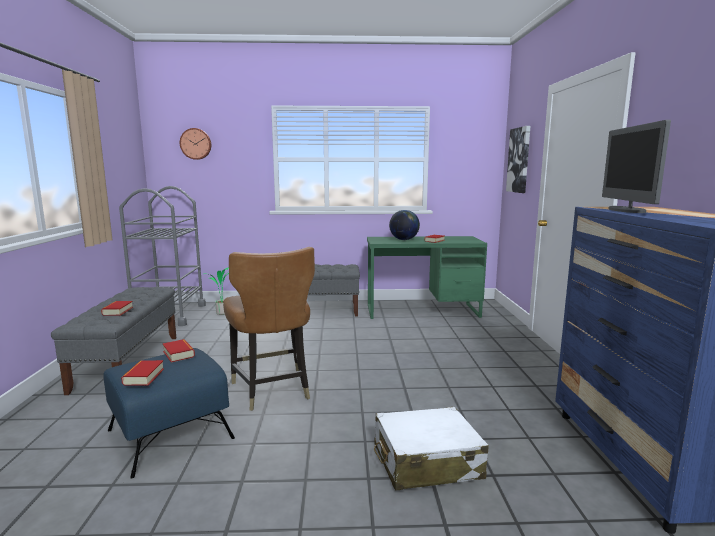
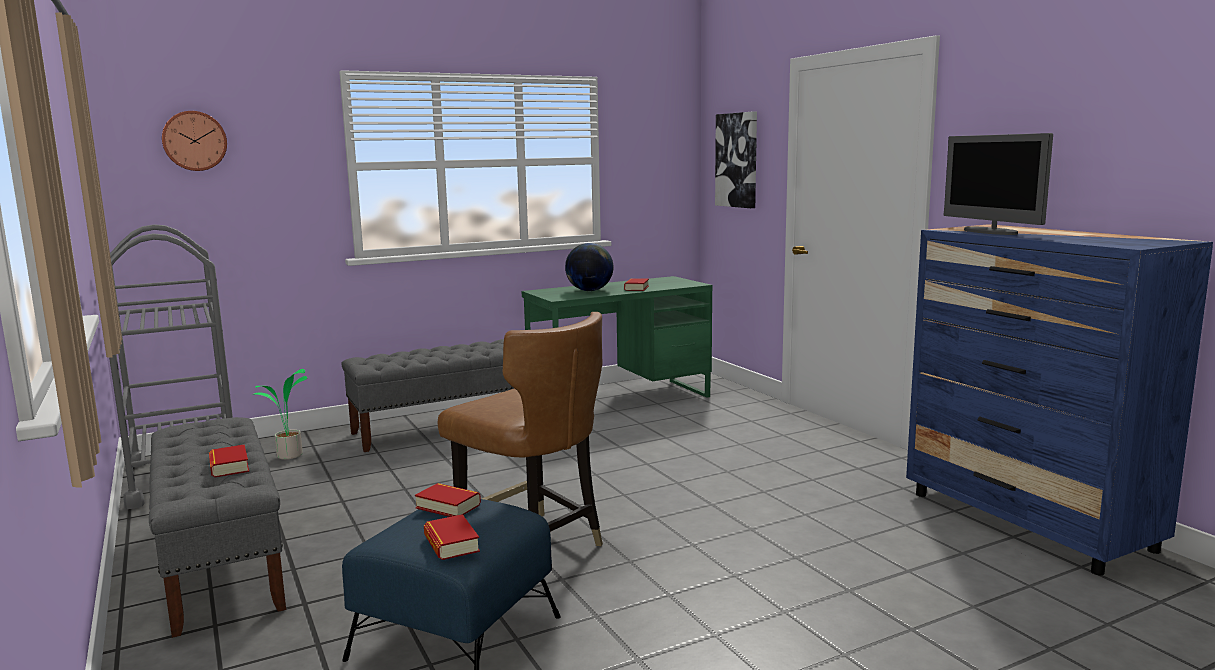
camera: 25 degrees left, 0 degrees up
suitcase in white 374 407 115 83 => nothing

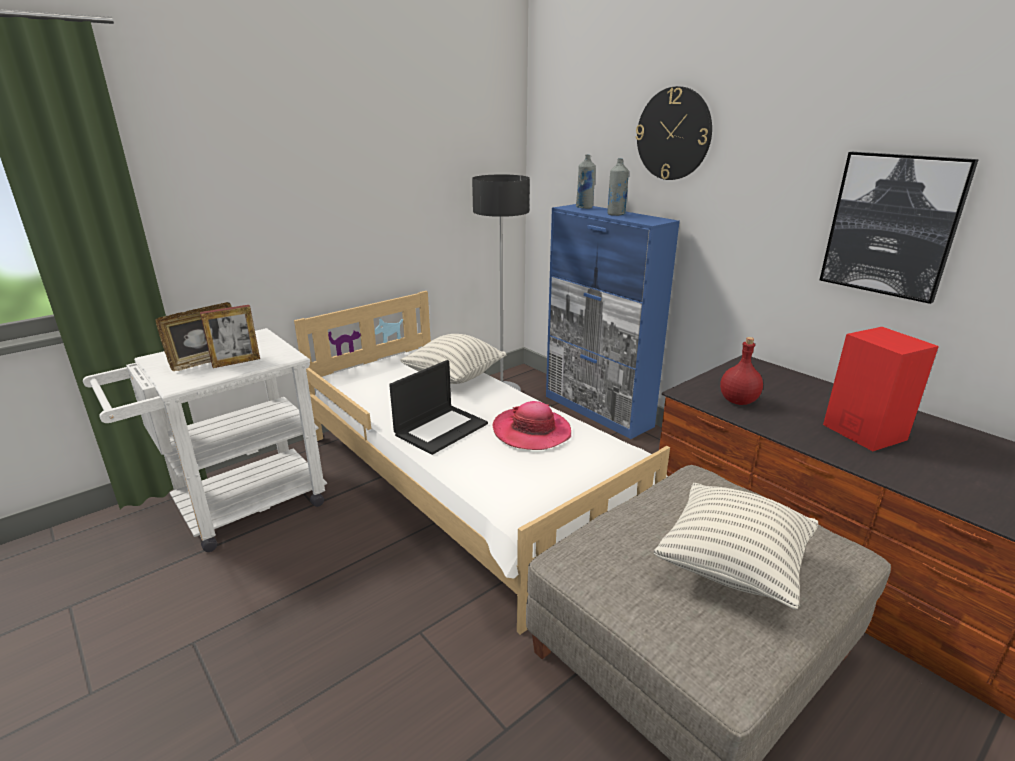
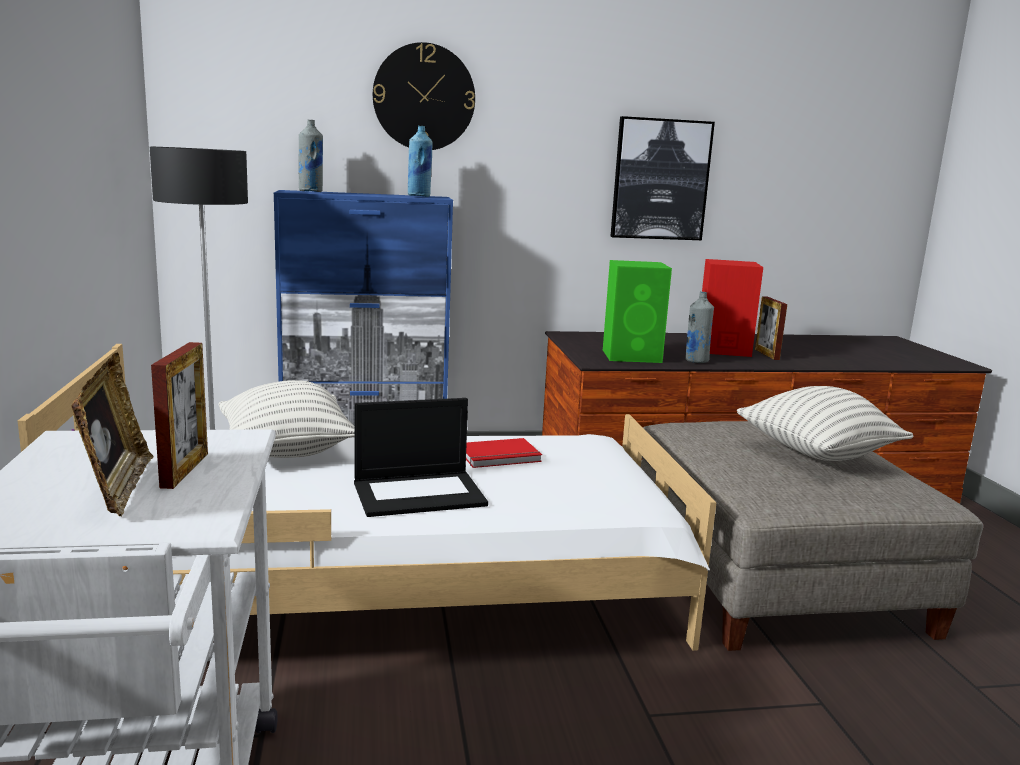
camera: 60 degrees left, 10 degrees down
nothing => bottle in blue 408 126 25 71
nothing => picture frame 755 296 32 64
bottle in grey 607 158 22 58 => bottle in grey 685 292 29 71, moved
hat 493 401 78 49 => book in red 466 438 76 30
bottle in red 720 337 43 68 => speaker in green 603 260 69 103
laptop 389 360 99 95 => laptop 354 398 134 119, 90 degrees clockwise

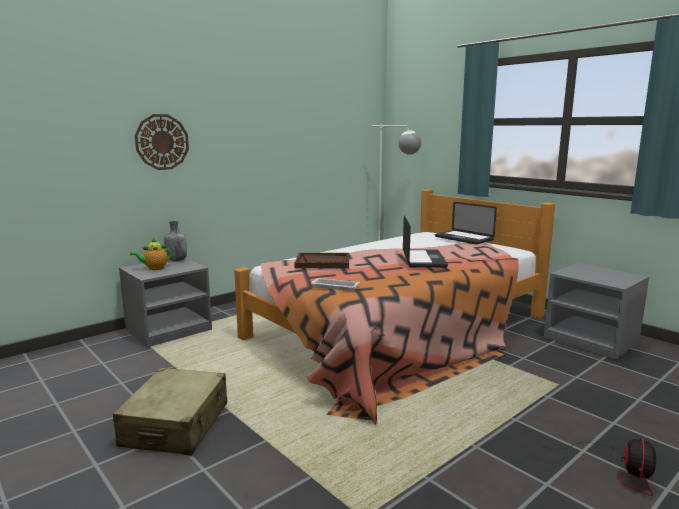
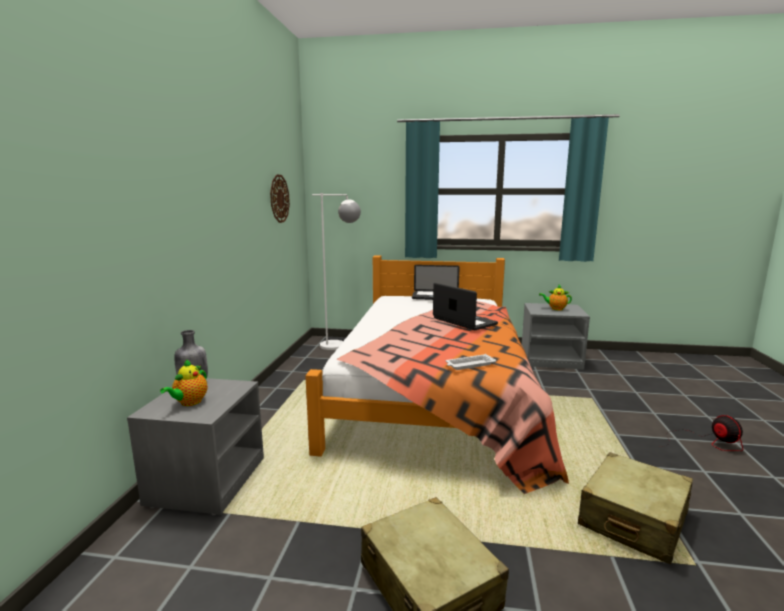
camera: 40 degrees left, 0 degrees up
tray in brown 295 253 54 15 => nothing
nothing => teapot 539 285 33 26
nothing => suitcase in beige 578 452 115 112
wall clock 135 114 54 56 => wall clock 270 174 20 49, moved

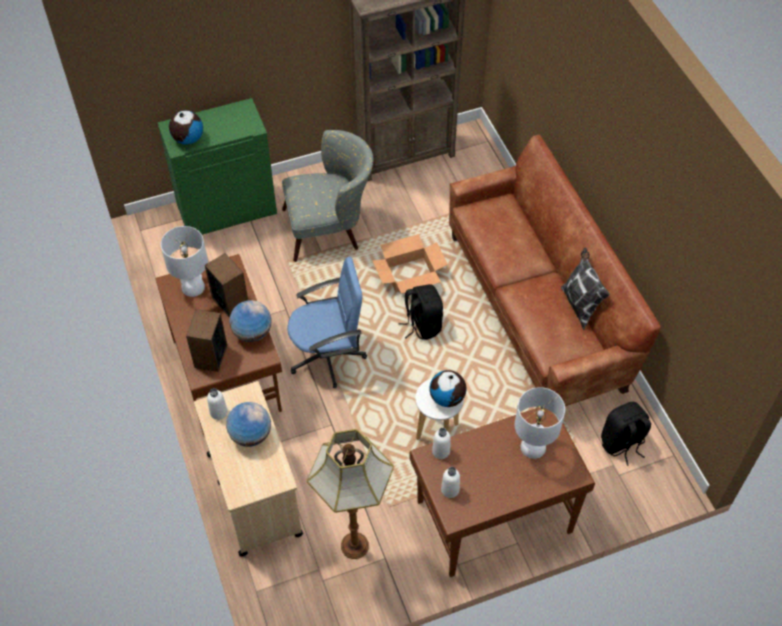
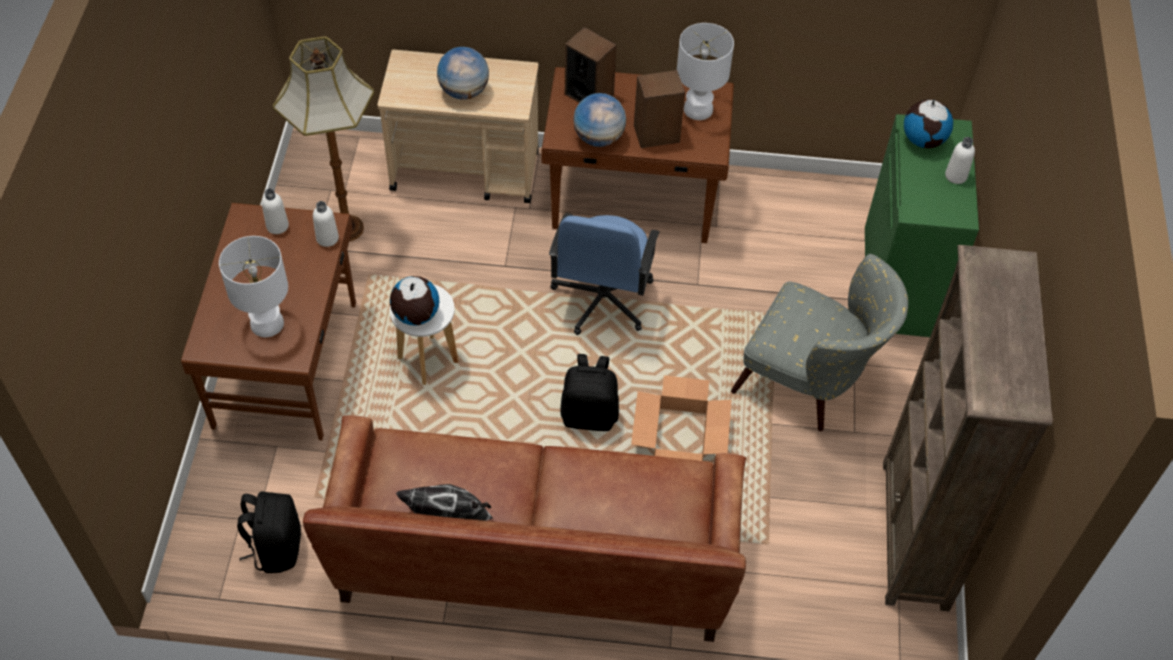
camera: 115 degrees right, 0 degrees up
bottle in white 207 388 21 32 => bottle in white 945 137 30 47, moved
armchair in grey 282 130 92 132 => armchair in grey 731 254 177 177, 75 degrees counterclockwise

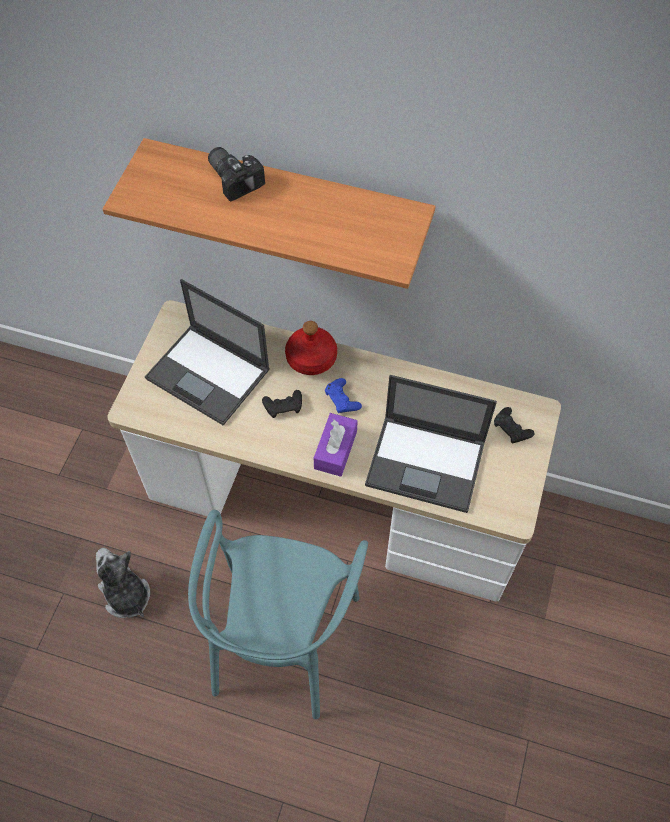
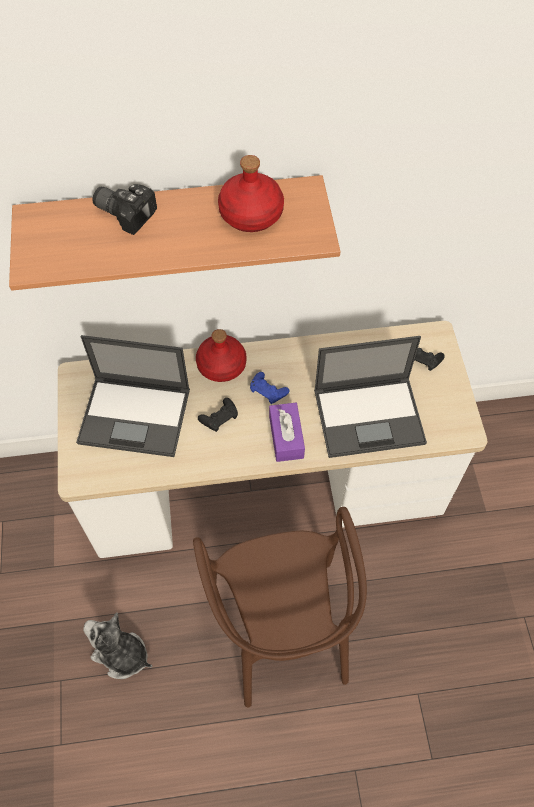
camera: 25 degrees left, 0 degrees up
nothing => bottle in red 218 155 66 77
chair in turquoise 188 510 180 209 => chair in brown 193 507 174 201

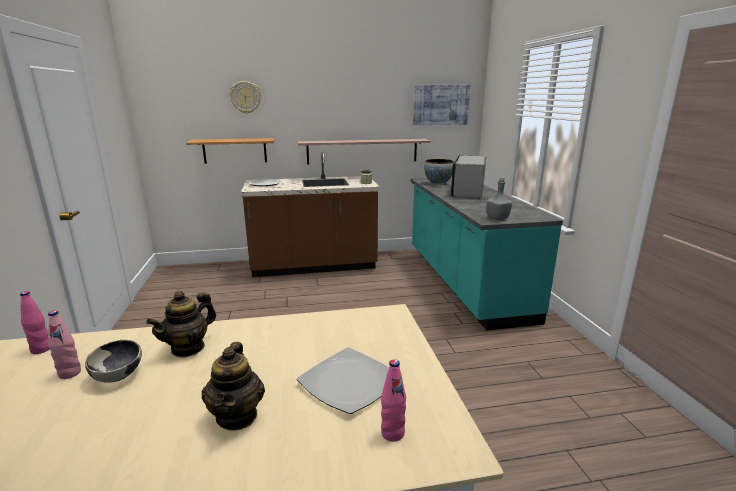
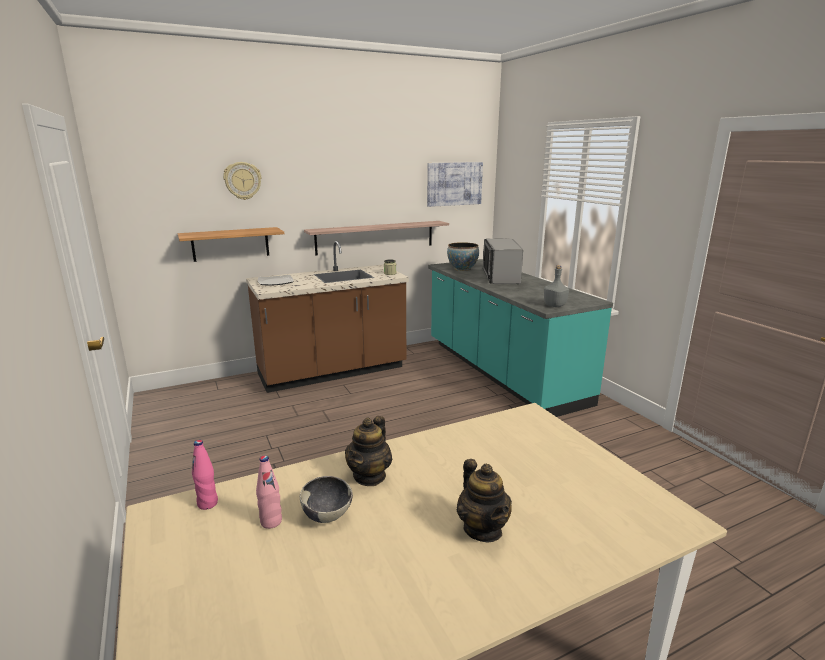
camera: 15 degrees left, 0 degrees up
plate 297 347 92 67 => nothing
bottle in pink 381 359 25 83 => nothing

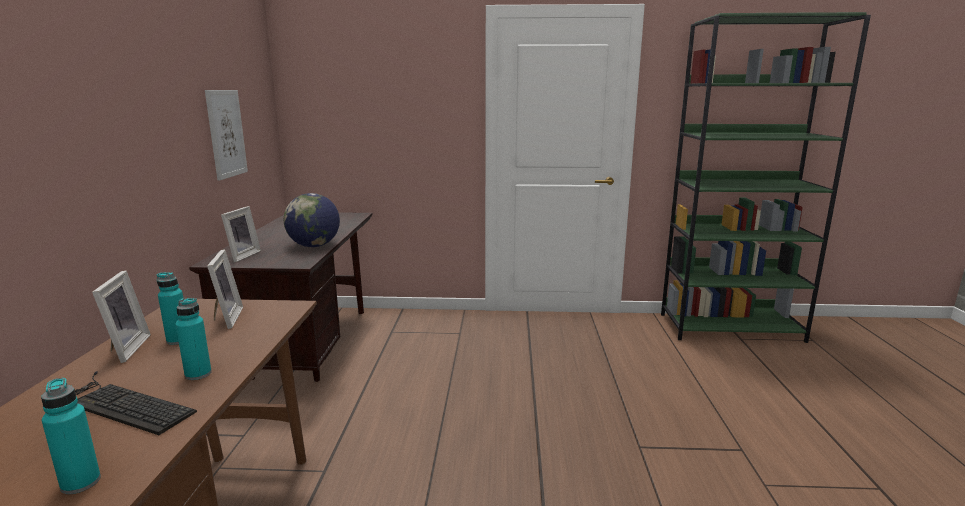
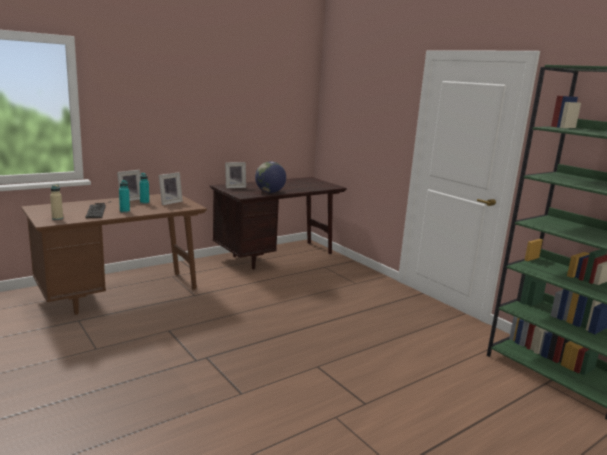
camera: 50 degrees right, 0 degrees up
picture 205 90 43 91 => nothing
bottle in turquoise 41 378 60 116 => bottle in beige 50 184 13 36

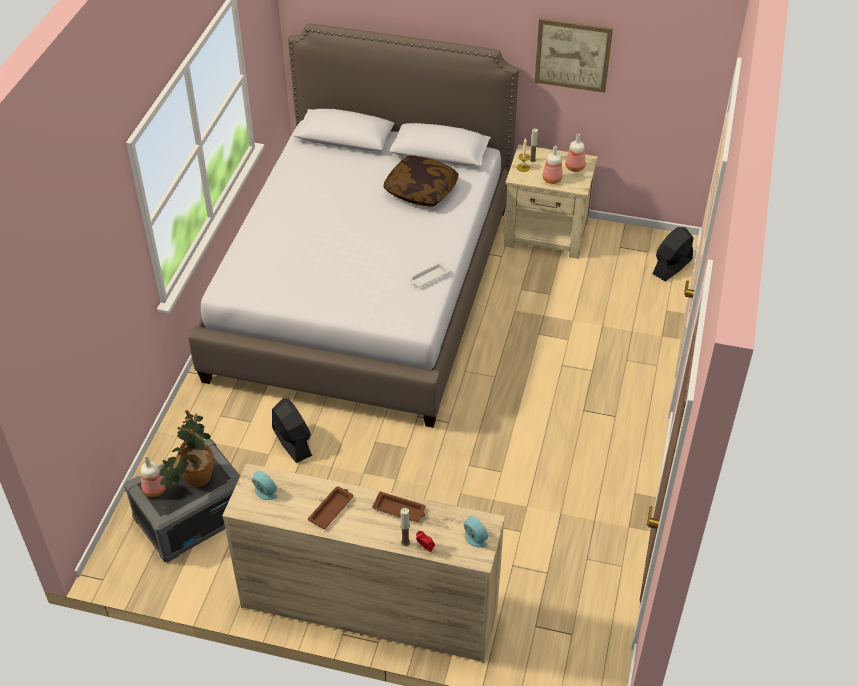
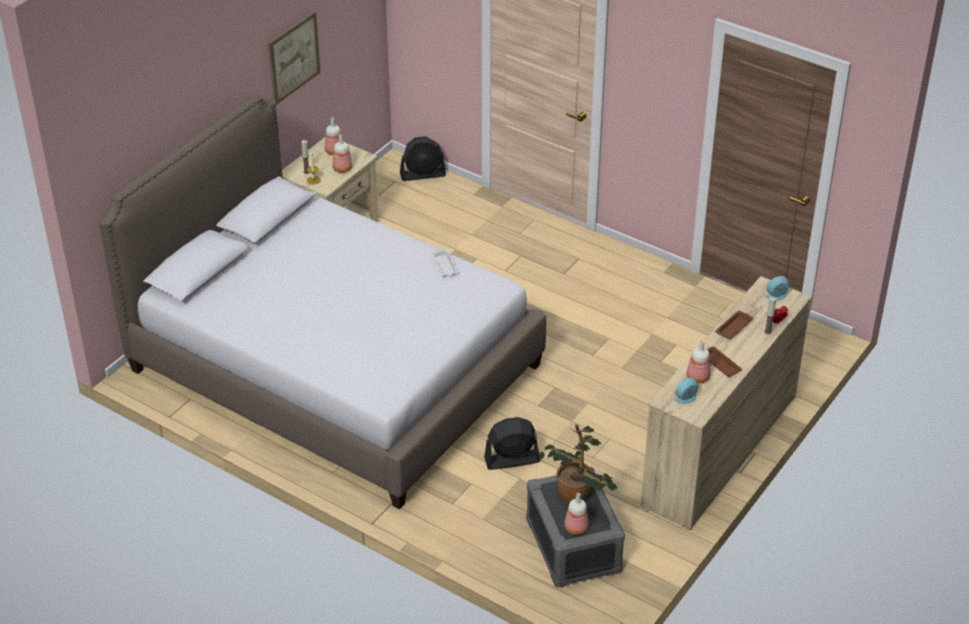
camera: 70 degrees left, 5 degrees down
pillow 384 155 74 51 => nothing
nothing => bottle 687 340 24 43
fan in black 652 227 42 54 => fan in black 400 136 46 45, 75 degrees counterclockwise

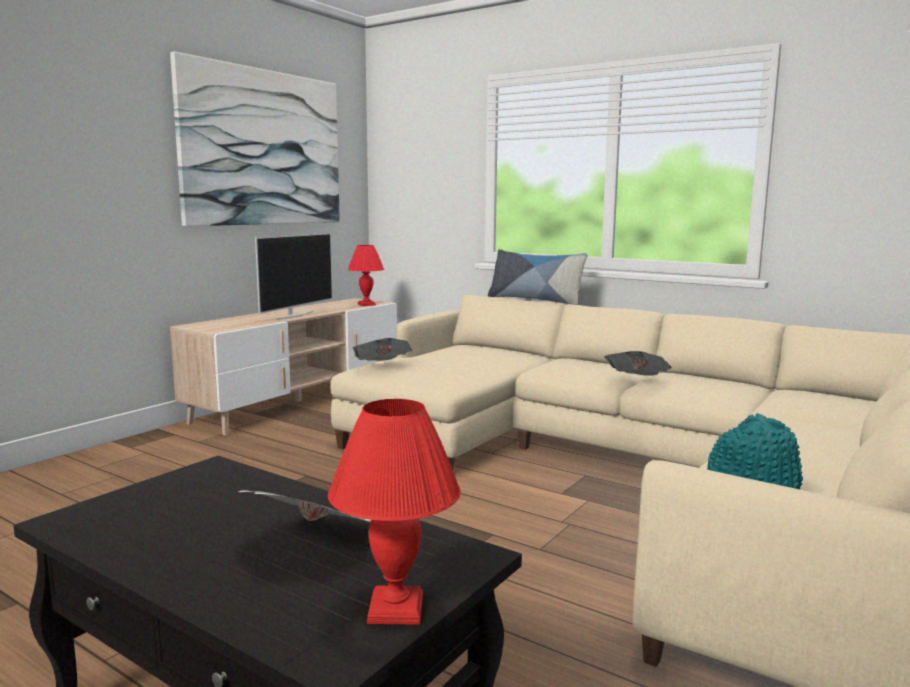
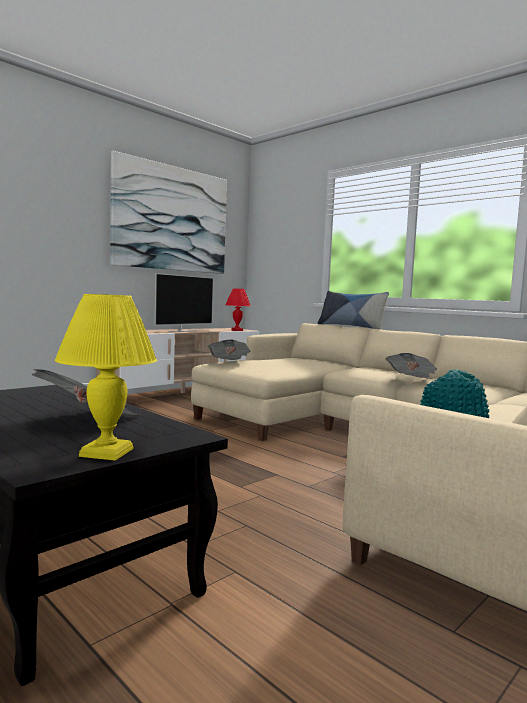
camera: 10 degrees right, 5 degrees down
table lamp in red 328 399 133 226 => table lamp in yellow 55 294 102 167

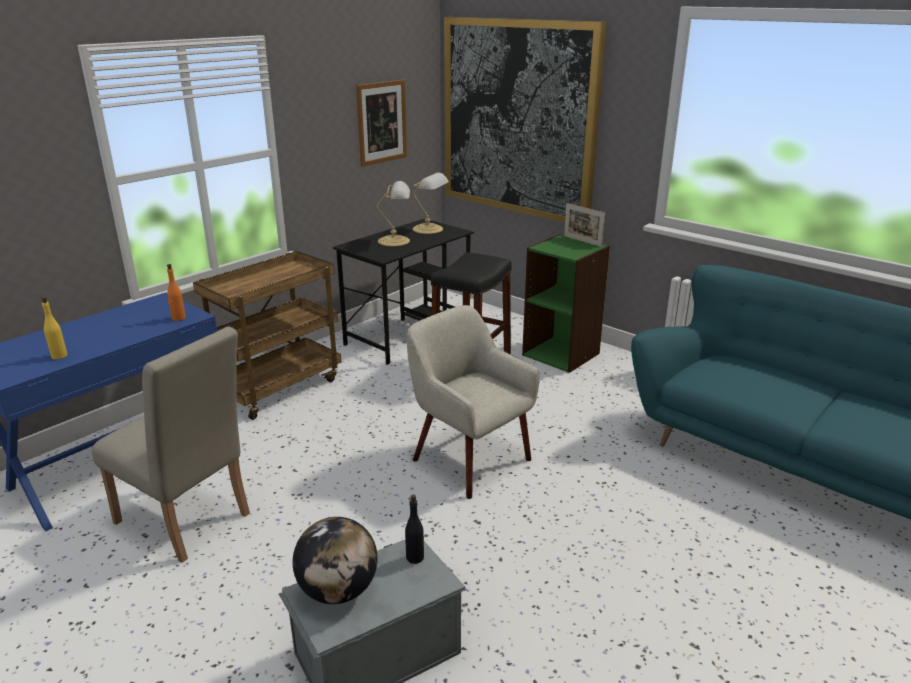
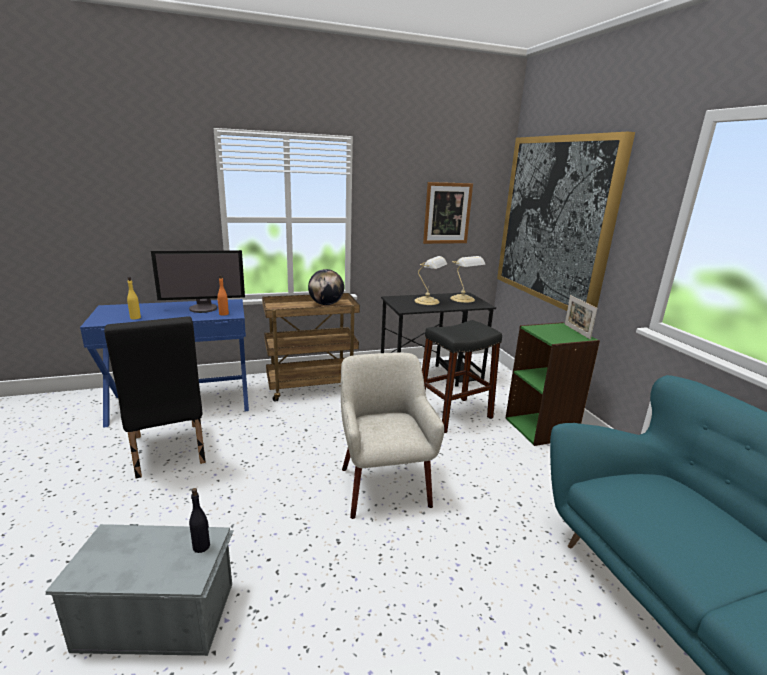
camera: 30 degrees right, 5 degrees down
nothing => monitor 151 250 94 63
globe 293 517 85 87 => globe 308 269 36 36, moved
chair in beige 92 326 158 237 => chair in black 104 316 102 163

